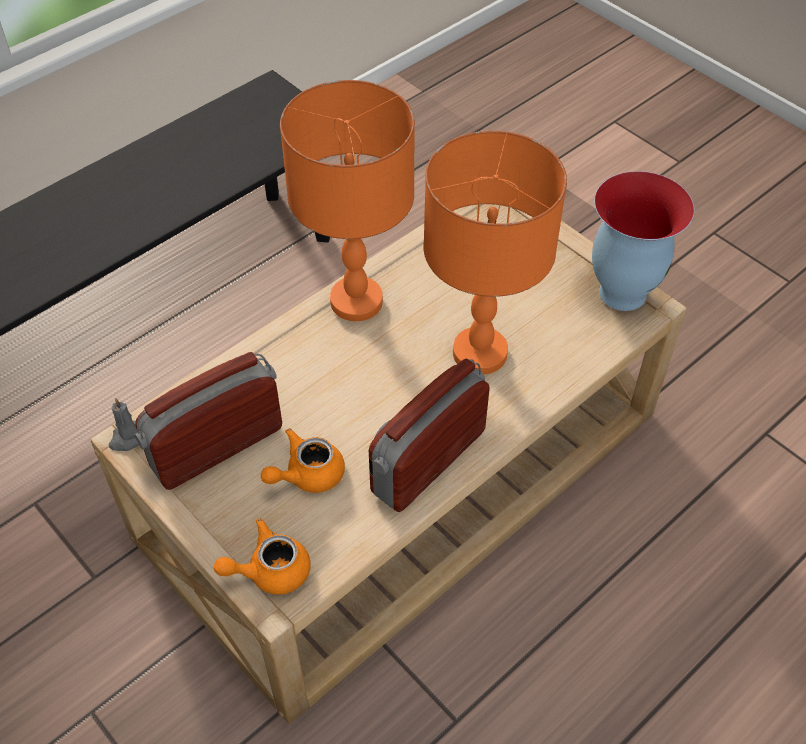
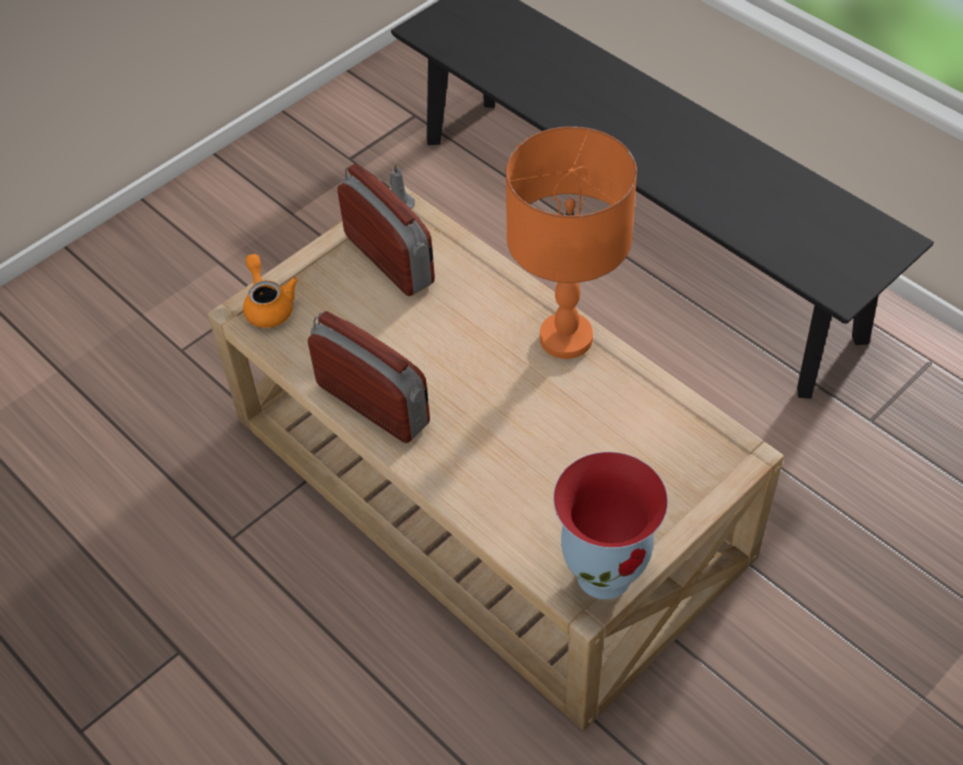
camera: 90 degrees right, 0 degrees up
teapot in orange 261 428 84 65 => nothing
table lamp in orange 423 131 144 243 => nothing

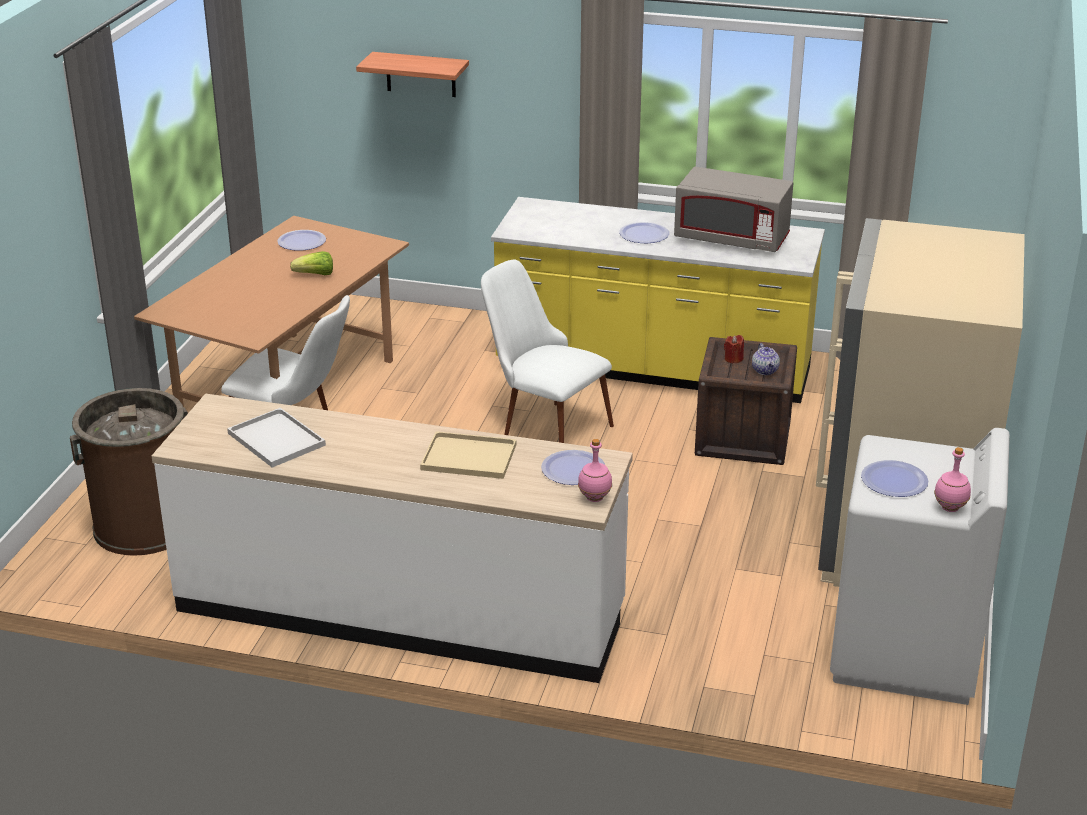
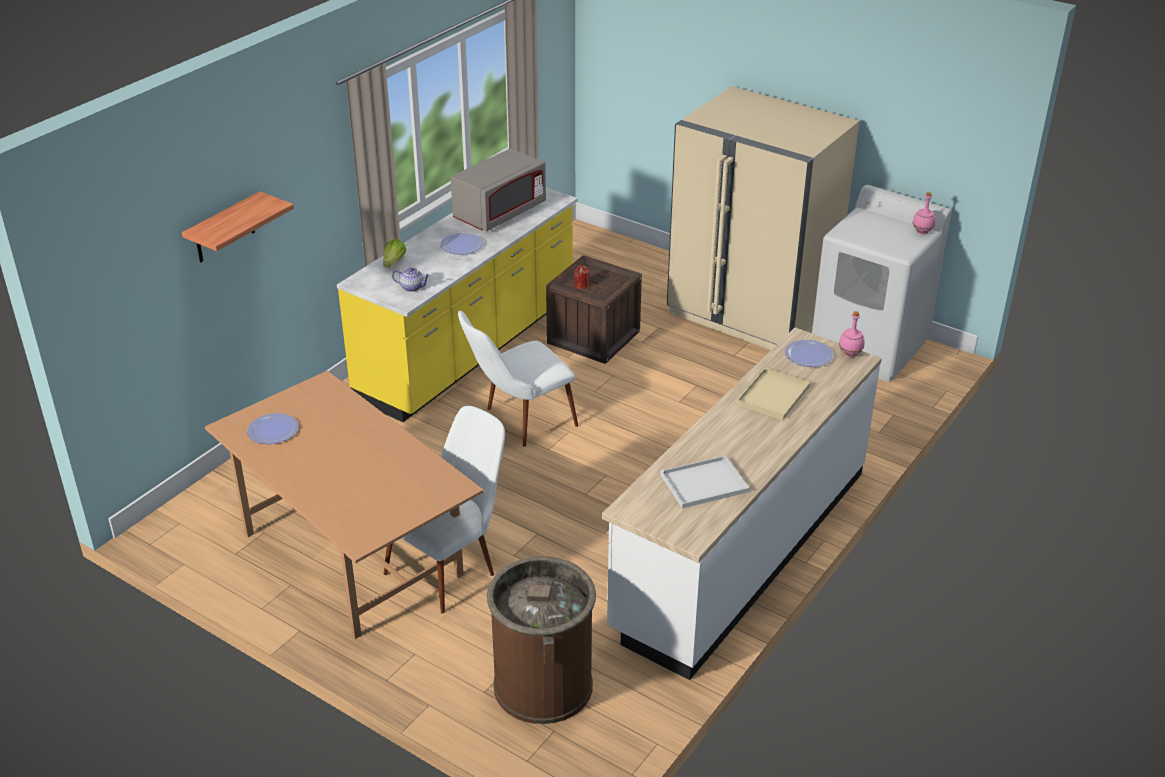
camera: 70 degrees left, 5 degrees up
plate 861 460 67 37 => nothing
lettuce 290 251 43 24 => lettuce 383 239 23 29, moved
teapot 752 343 28 32 => teapot 392 267 38 25, moved

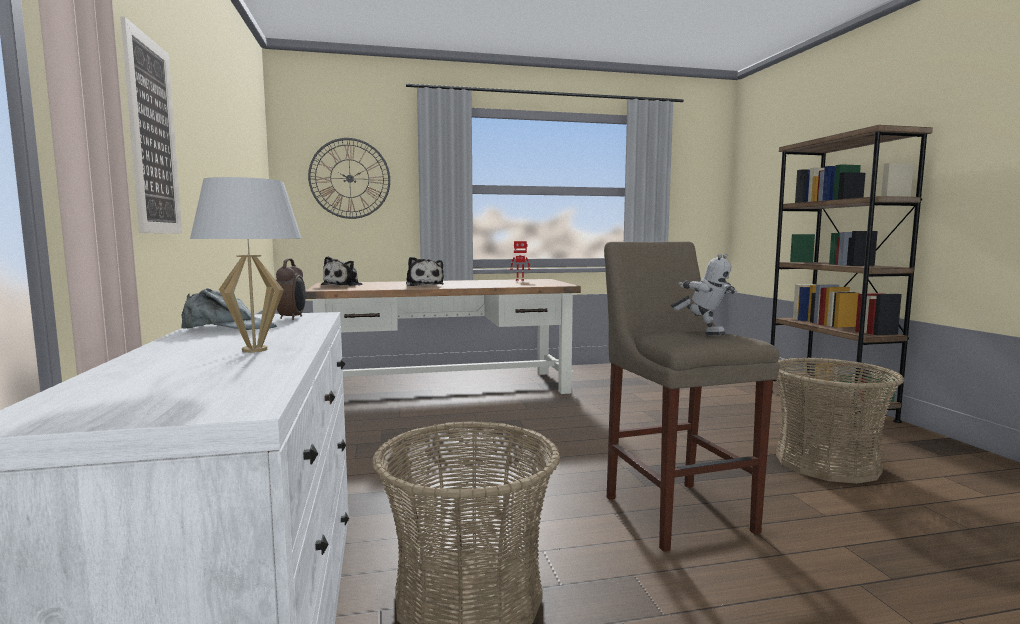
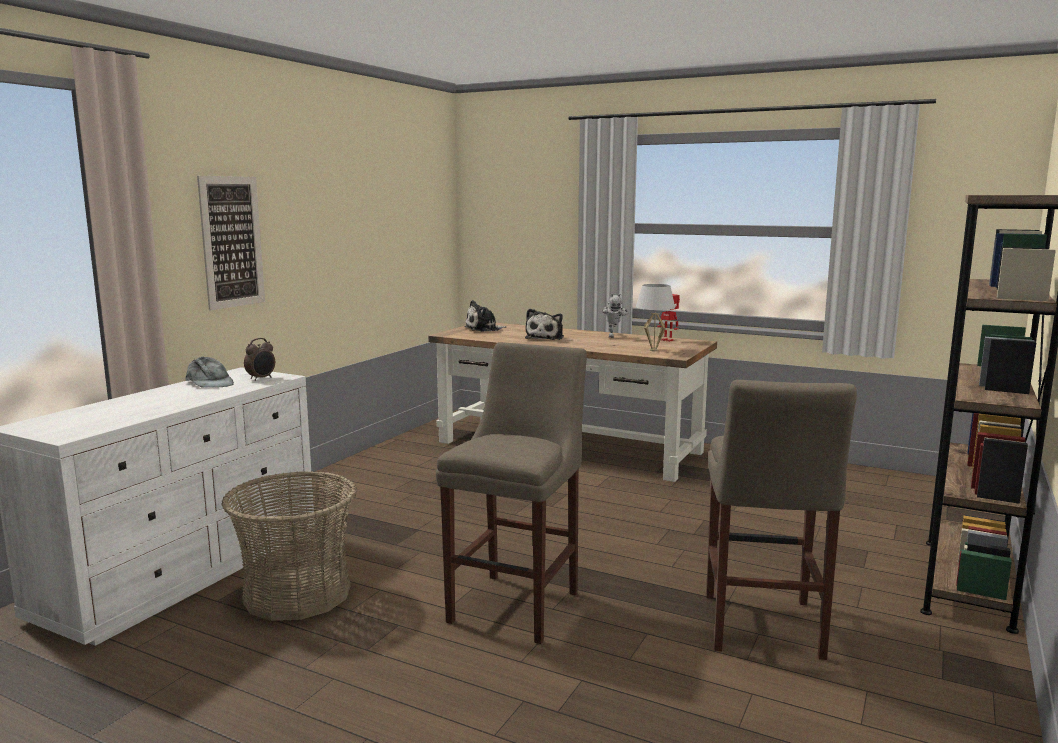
camera: 40 degrees right, 5 degrees up
wall clock 308 138 82 81 => nothing
table lamp in white 190 177 112 176 => table lamp in white 636 284 39 67, moved
toy robot 671 254 66 81 => toy robot 602 293 26 45, moved
basket 776 358 128 126 => stool in beige 706 380 151 280

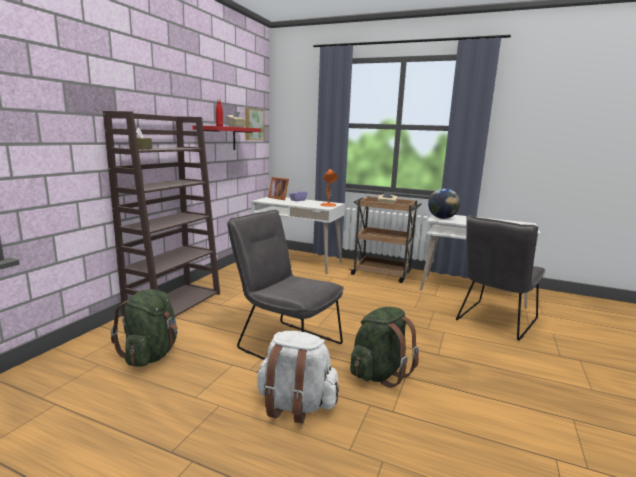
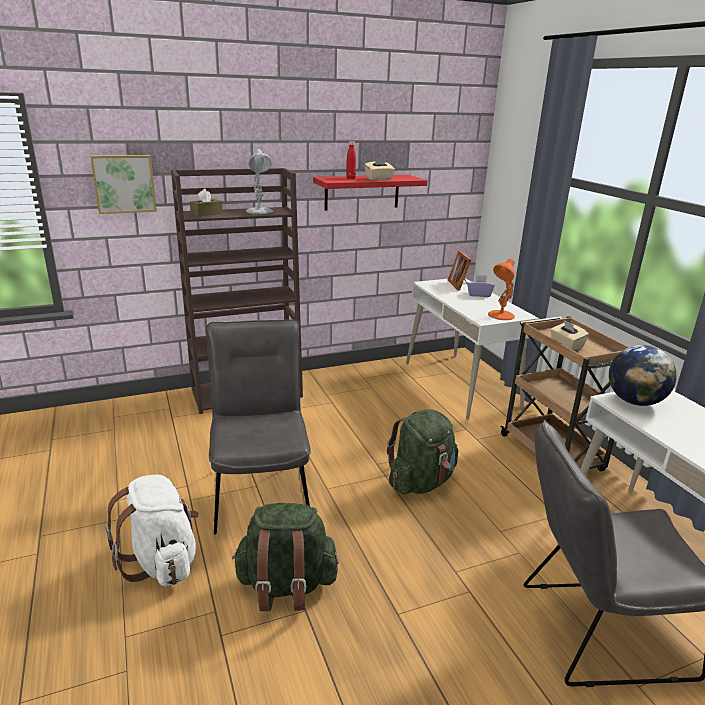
camera: 45 degrees right, 10 degrees up
nothing => table lamp in white 246 149 27 65
backpack in green 111 289 67 78 => backpack in green 387 409 71 85, moved
picture 245 108 19 32 => picture 90 155 67 59, moved

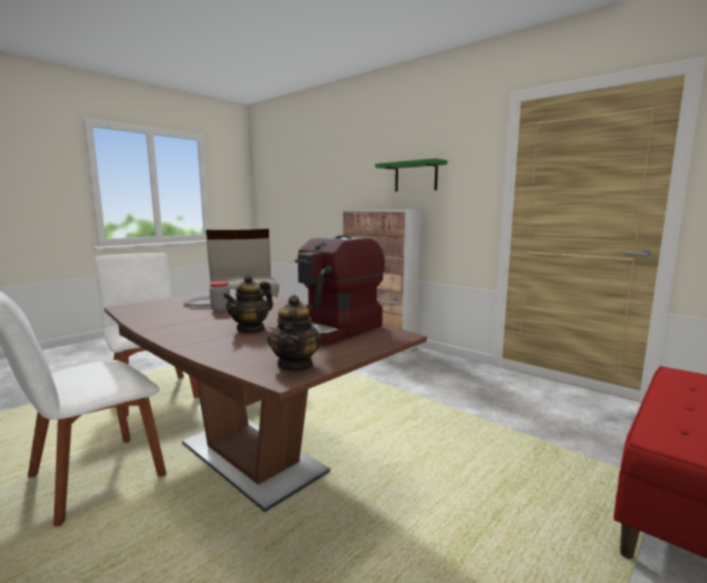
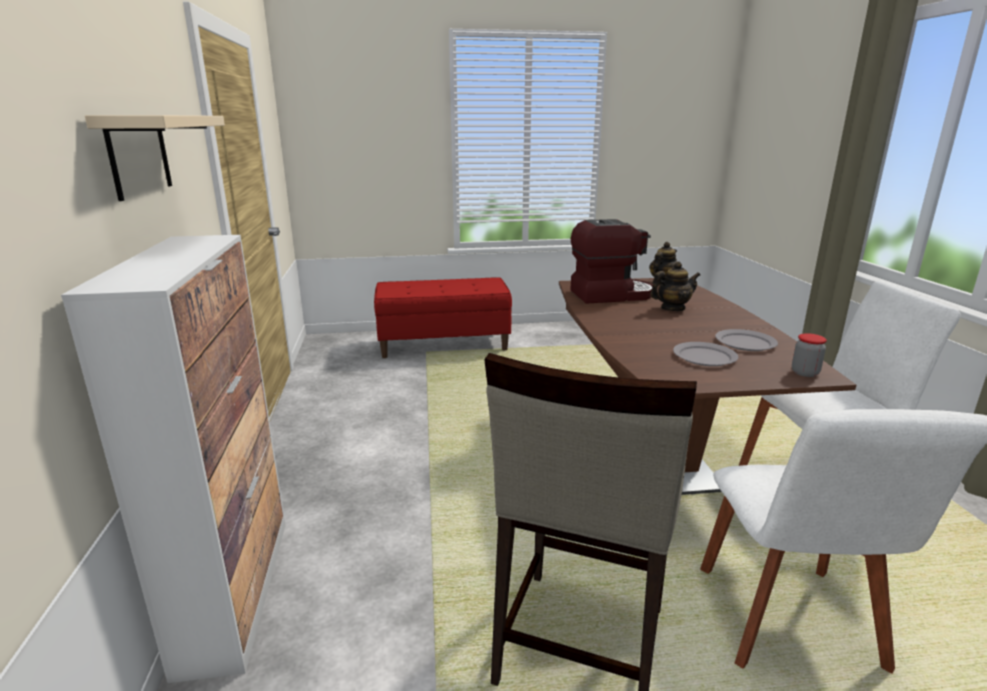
camera: 140 degrees left, 10 degrees up
nothing => plate in grey 715 329 63 22
jar 210 281 20 31 => jar 792 333 35 44, moved
shelf in green 375 158 72 34 => shelf in beige 85 115 140 86

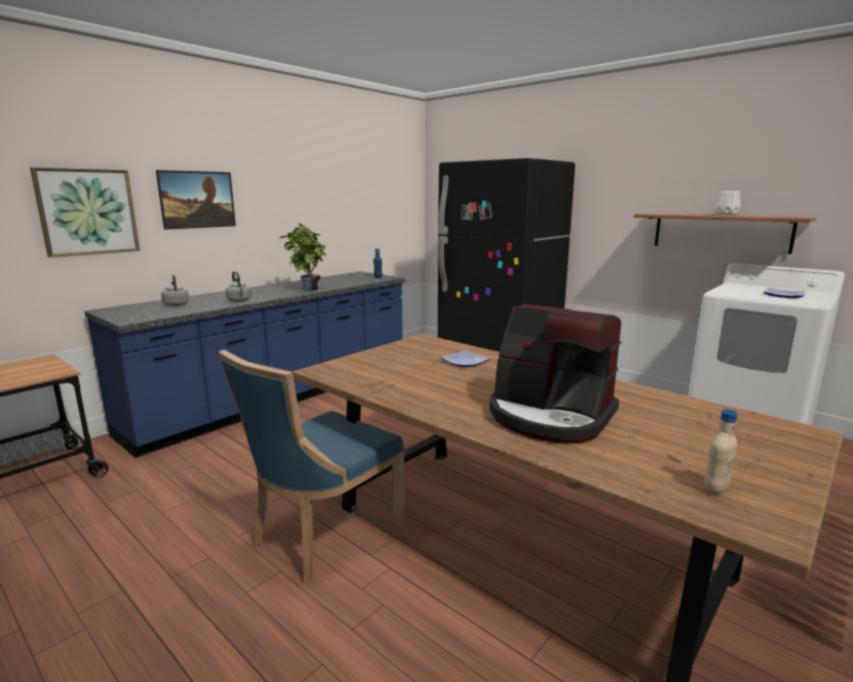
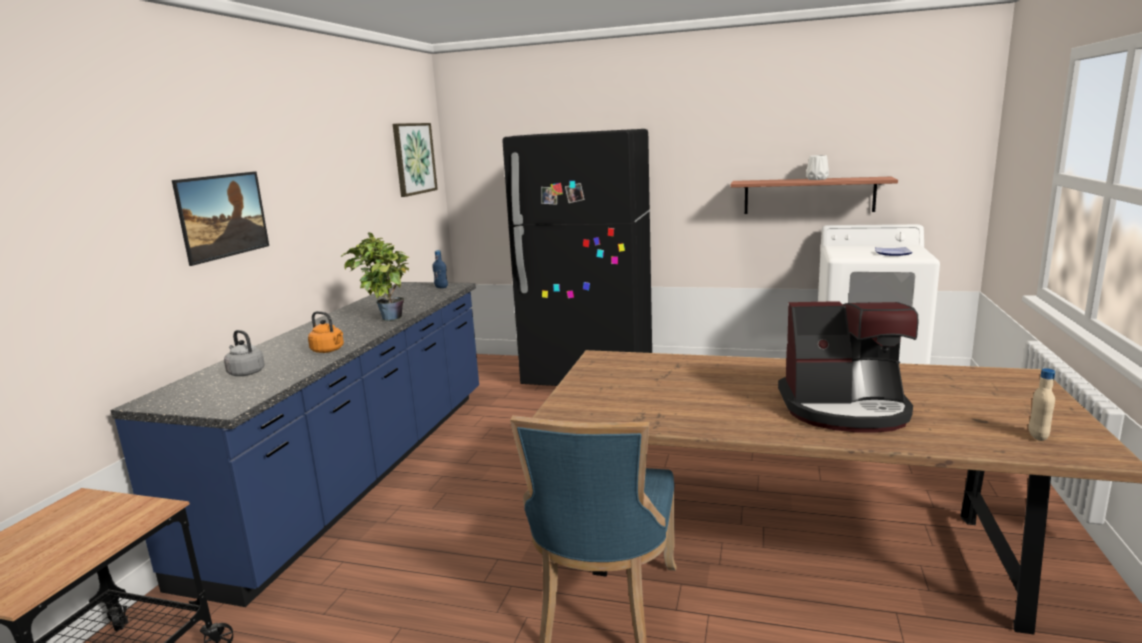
camera: 25 degrees left, 0 degrees up
plate 440 350 50 17 => nothing
picture 30 167 110 91 => picture 393 123 45 74, moved
kettle in grey 226 271 25 31 => kettle in orange 308 311 36 42

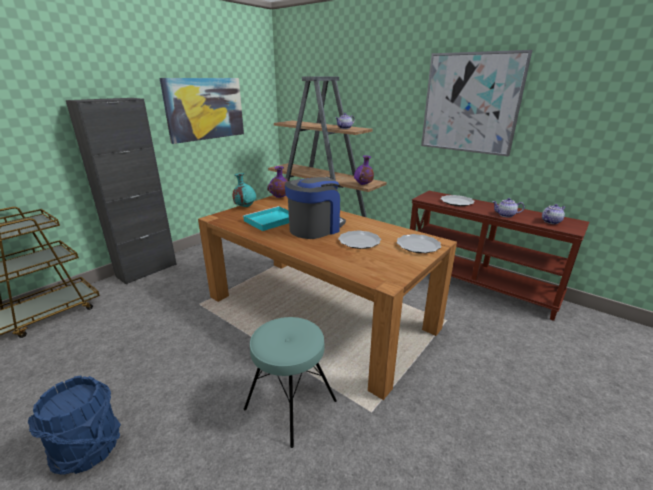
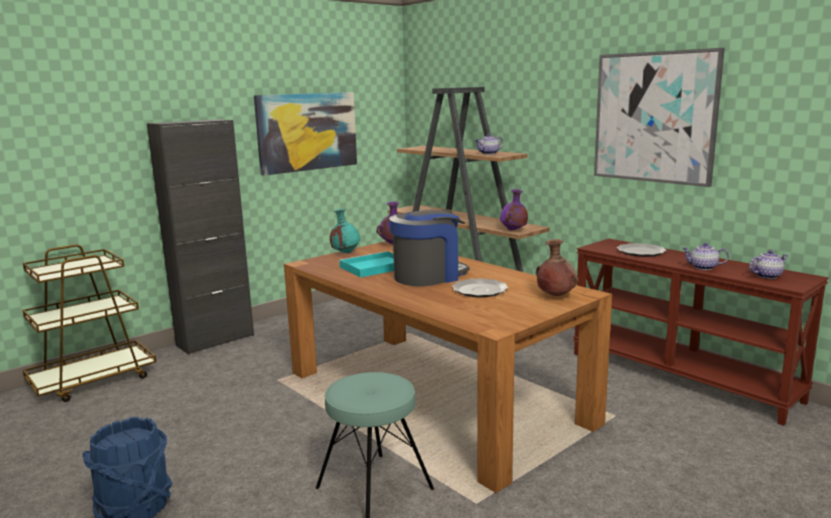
camera: 10 degrees right, 10 degrees down
plate 397 234 44 19 => vase in brown 536 239 43 57

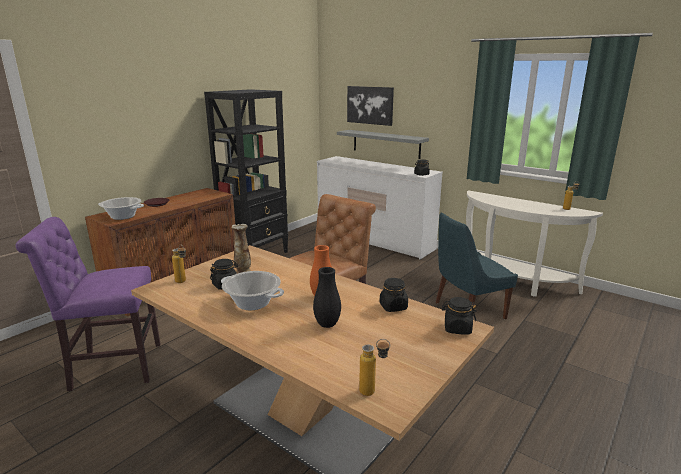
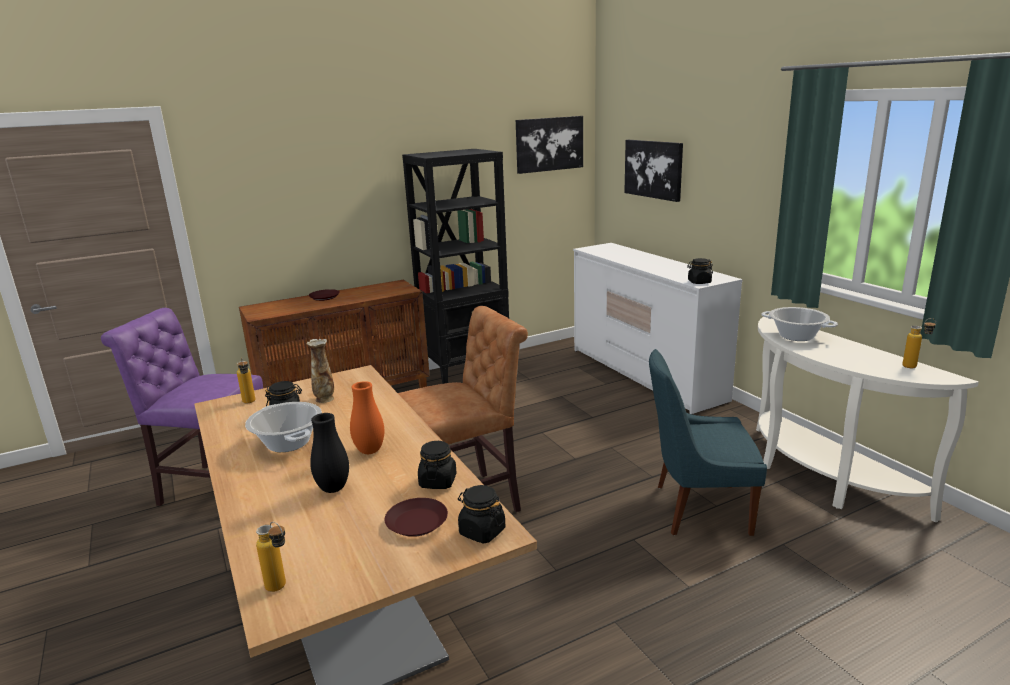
camera: 25 degrees right, 0 degrees up
shelf in grey 337 130 92 29 => nothing
nothing => plate in brown 385 498 63 39
nothing => picture 516 116 67 58
cooking pot 98 197 46 23 => cooking pot 762 307 76 34, moved

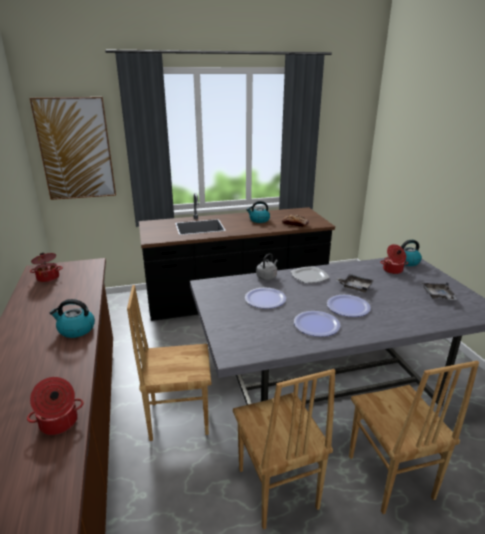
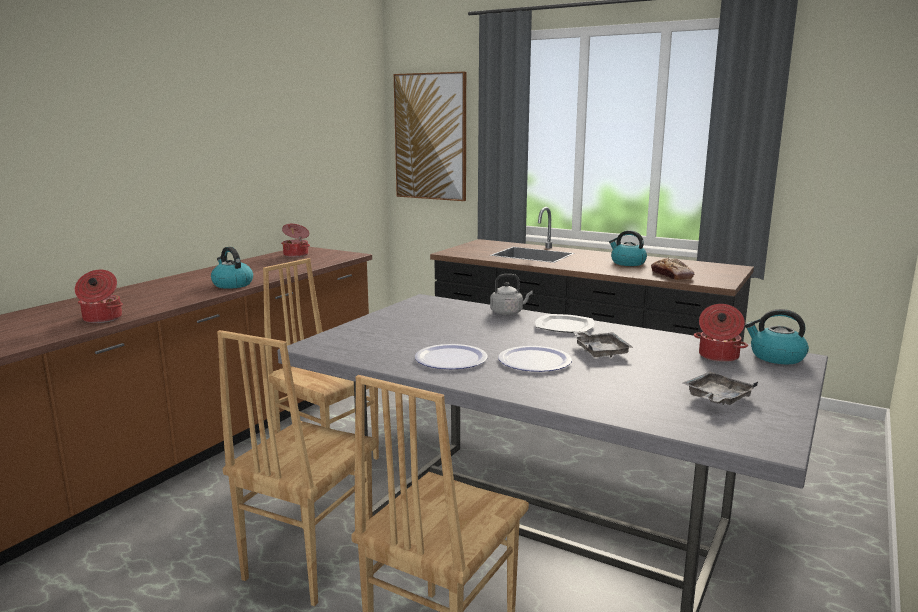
camera: 45 degrees right, 10 degrees down
plate 245 288 41 20 => nothing

